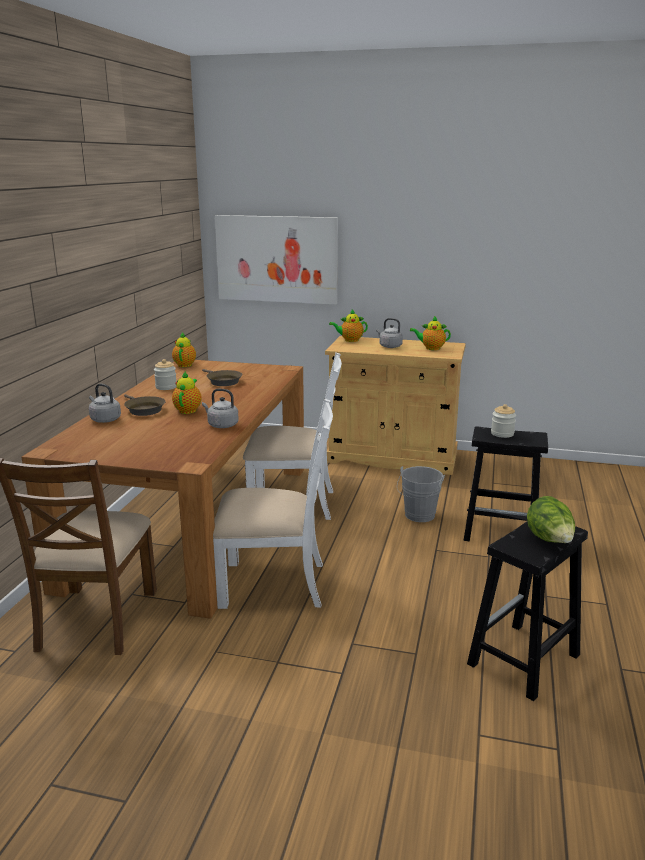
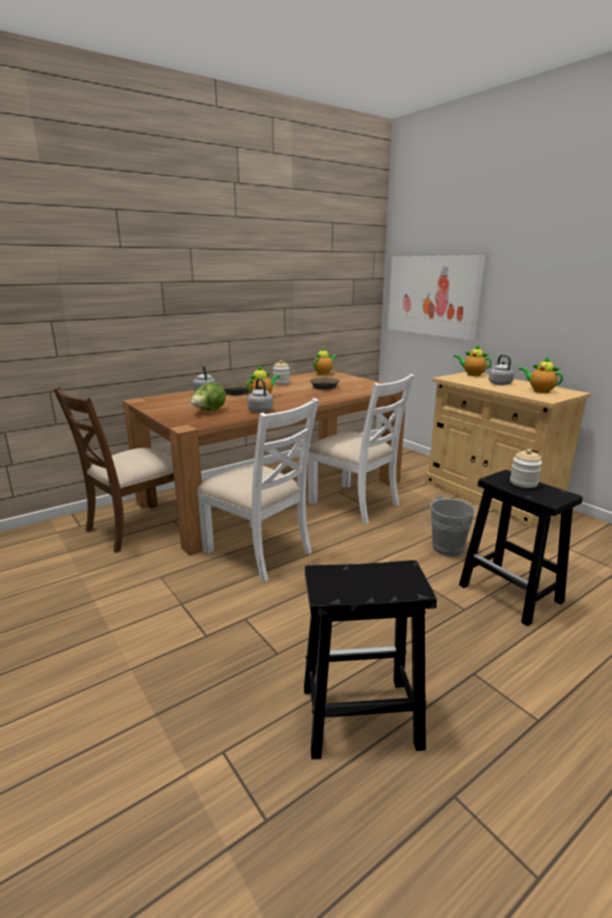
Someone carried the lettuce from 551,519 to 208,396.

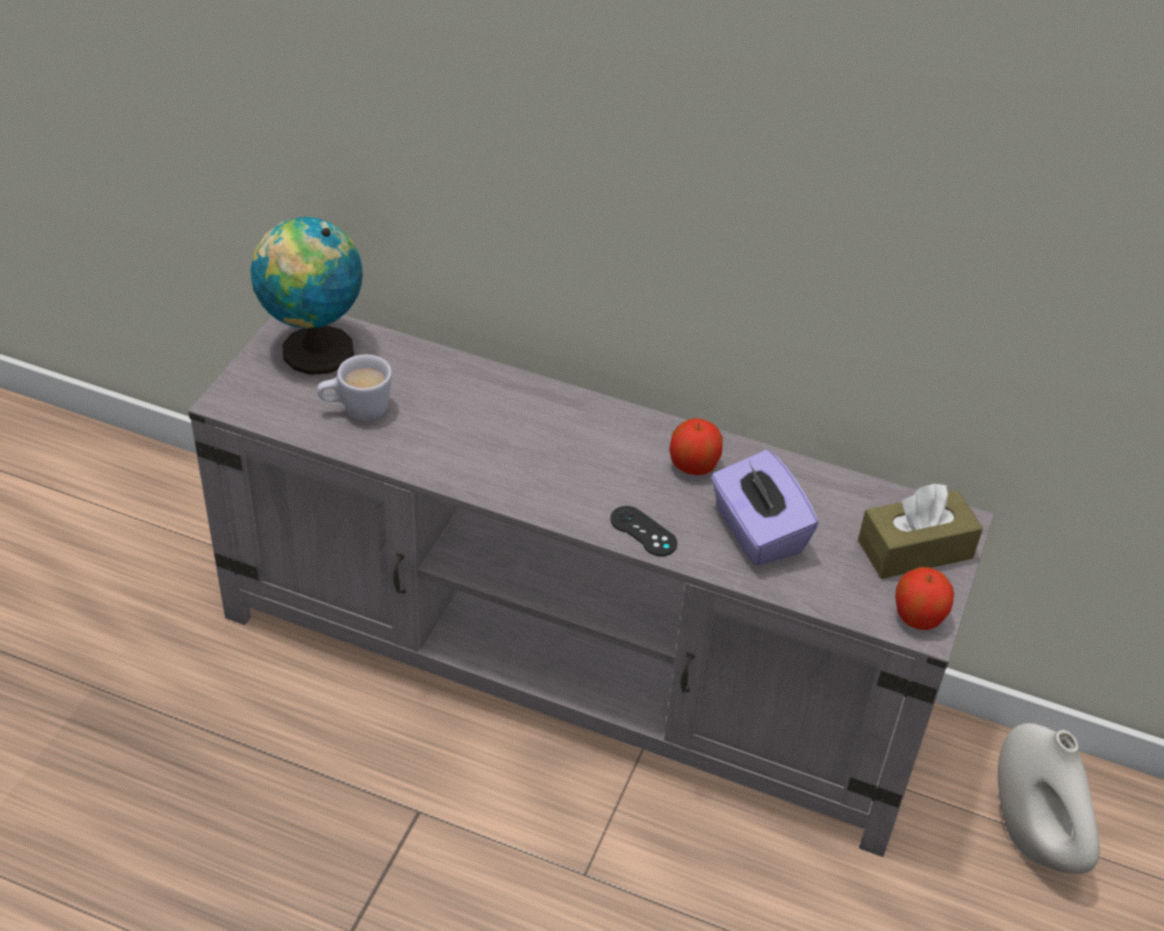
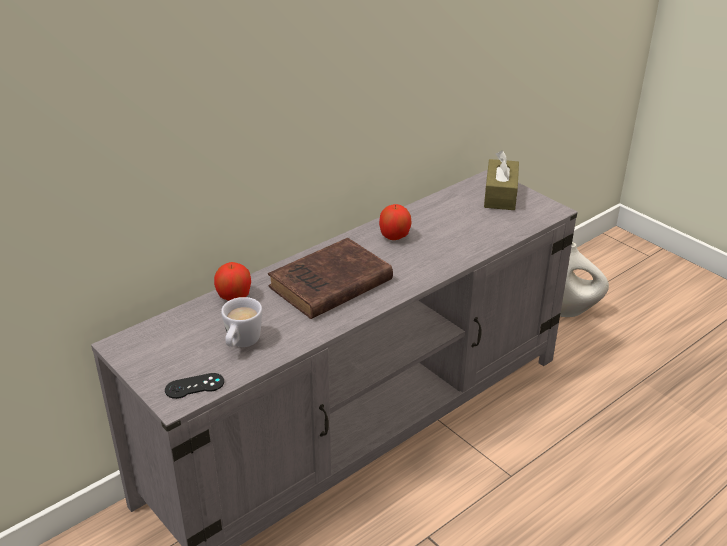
Someone took away the globe at 306,296. Someone carried the black game controller from 644,531 to 194,386. Someone took away the purple tissue box at 764,508. Someone carried the apple from 924,598 to 232,281. Someone put down the brown book at 330,278.

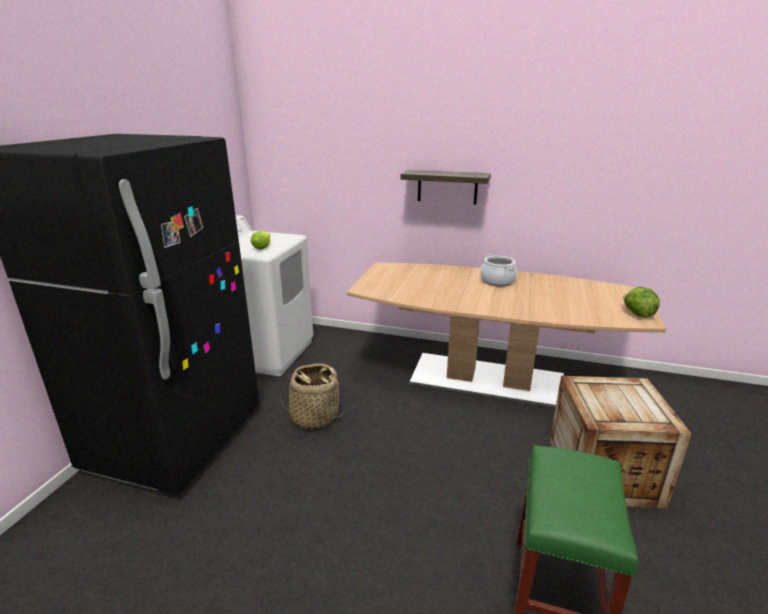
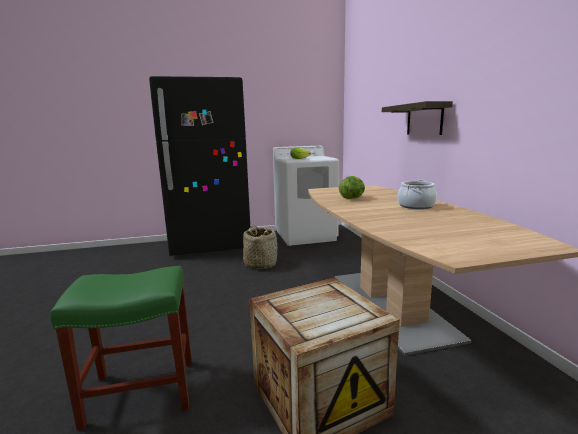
Someone carried the lettuce from 641,302 to 352,187.

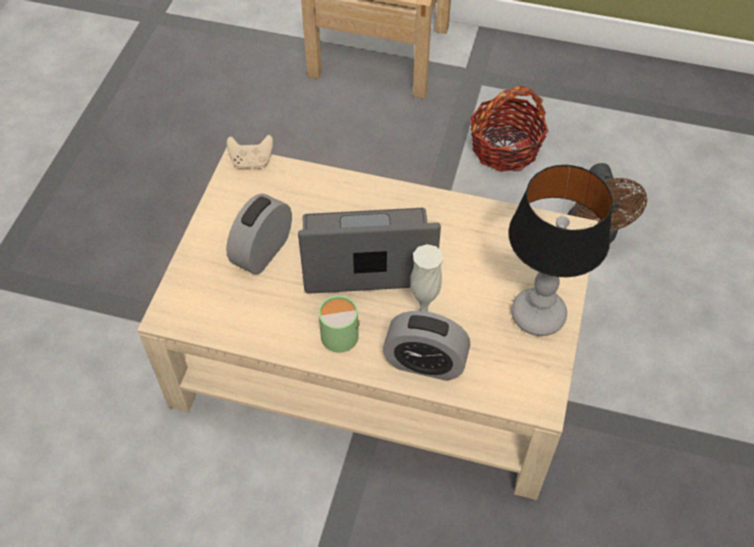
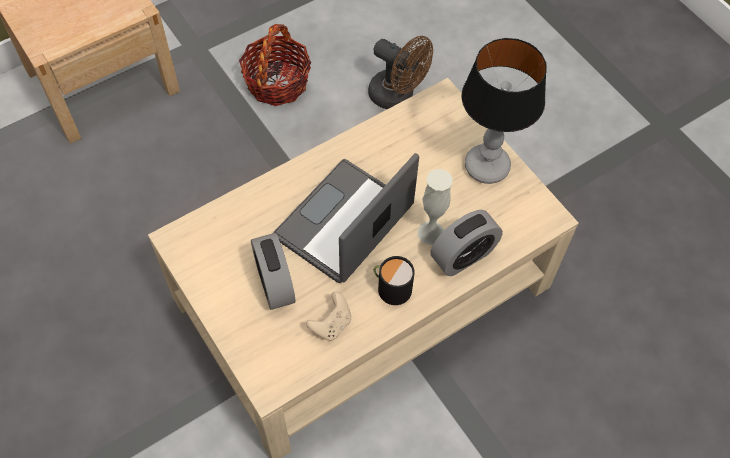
Someone carried the beige game controller from 249,151 to 328,316. Someone repainted the green mug at 339,324, which became the black mug at 394,280.

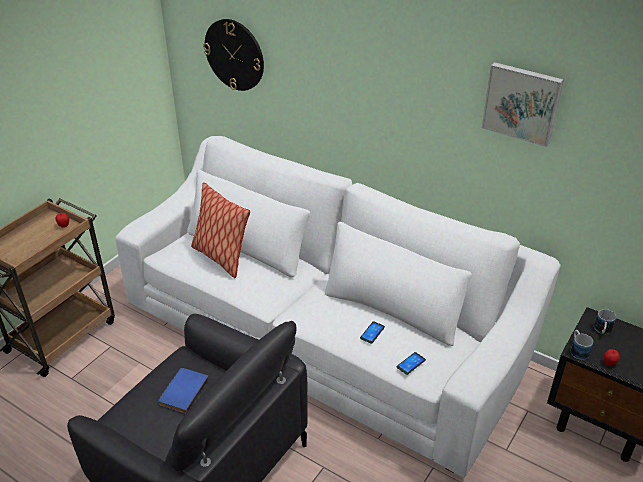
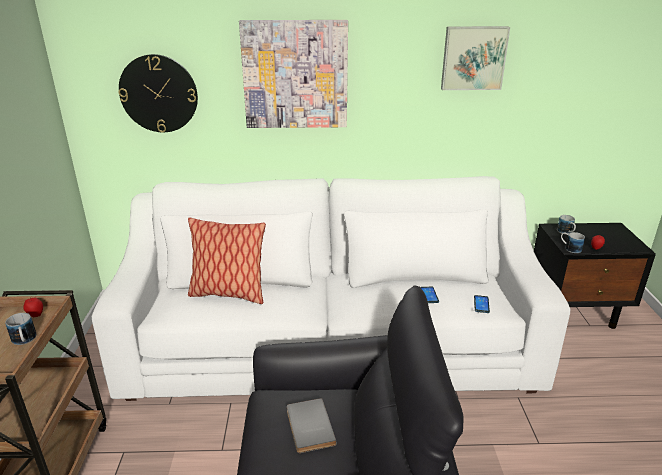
Someone repainted the blue book at 183,391, which became the grey book at 312,425. Someone put down the mug at 20,329. Someone put up the picture at 293,74.

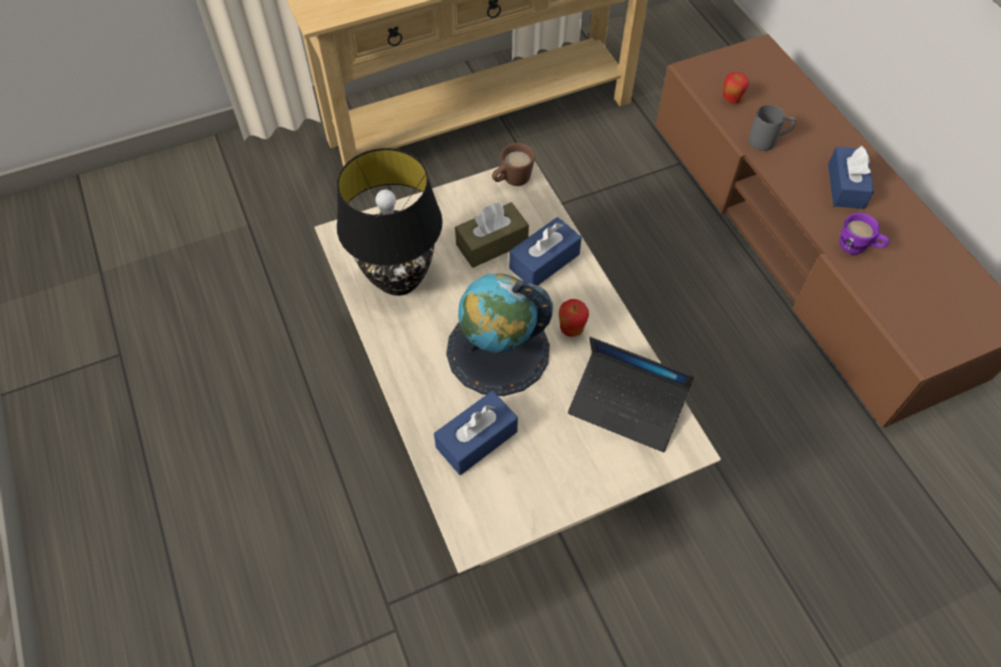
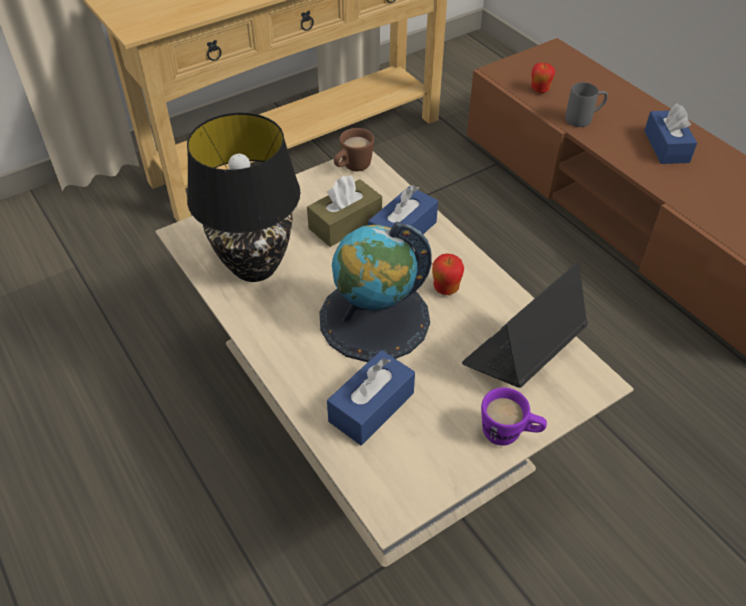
Someone rotated the laptop at 631,394 by 120 degrees clockwise. Someone carried the purple mug from 864,234 to 514,416.

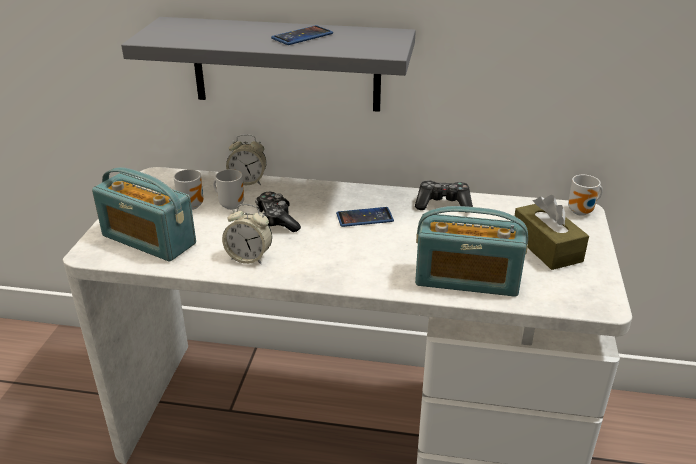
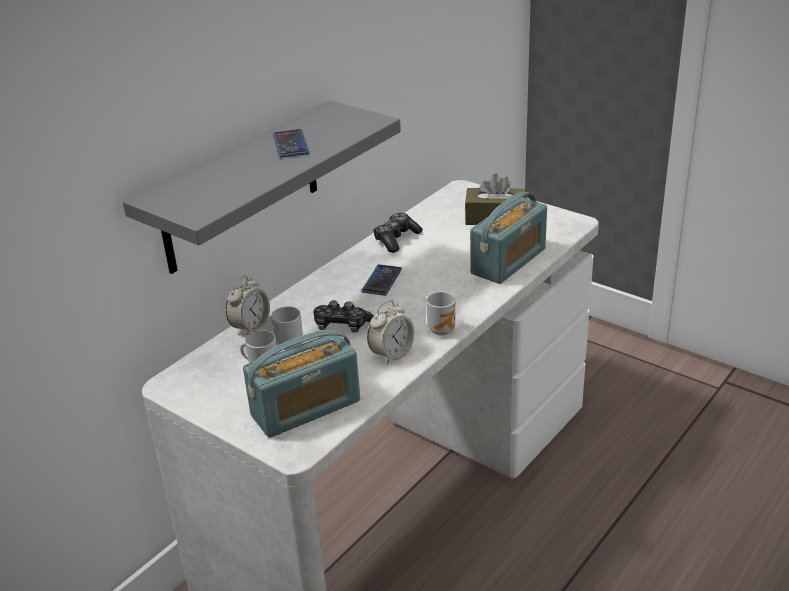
Someone carried the mug from 585,195 to 440,314.

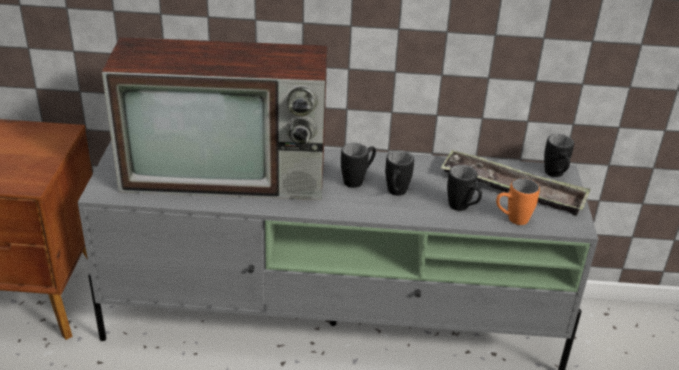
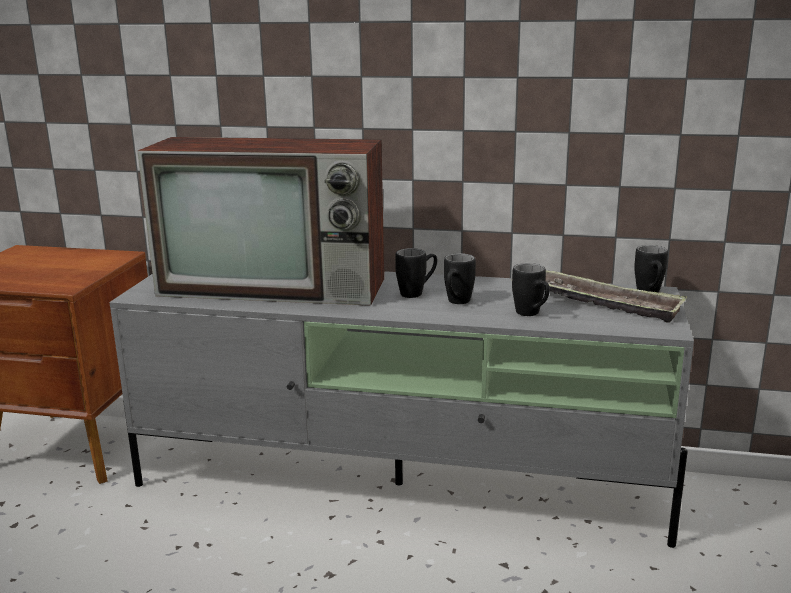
Someone took away the orange mug at 518,201.

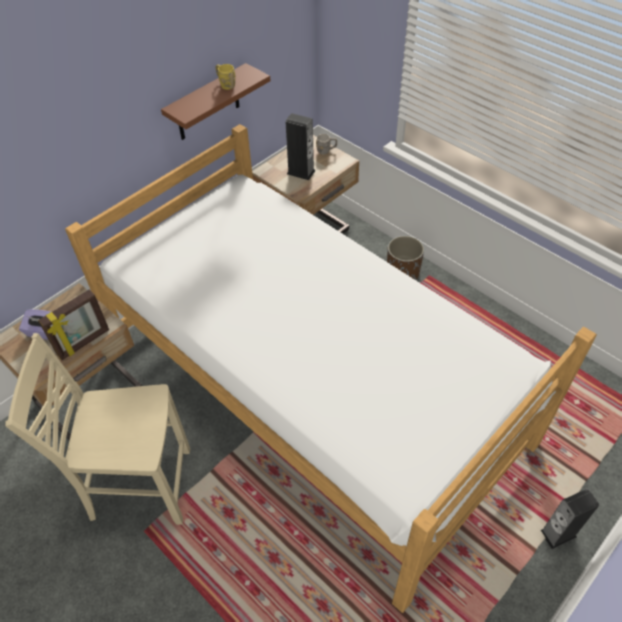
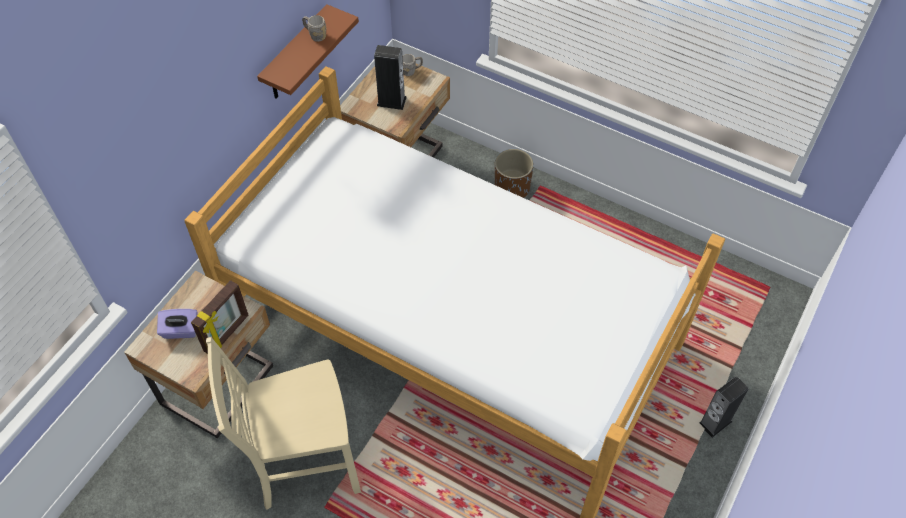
Someone repainted the yellow mug at 226,77, which became the grey mug at 314,28.

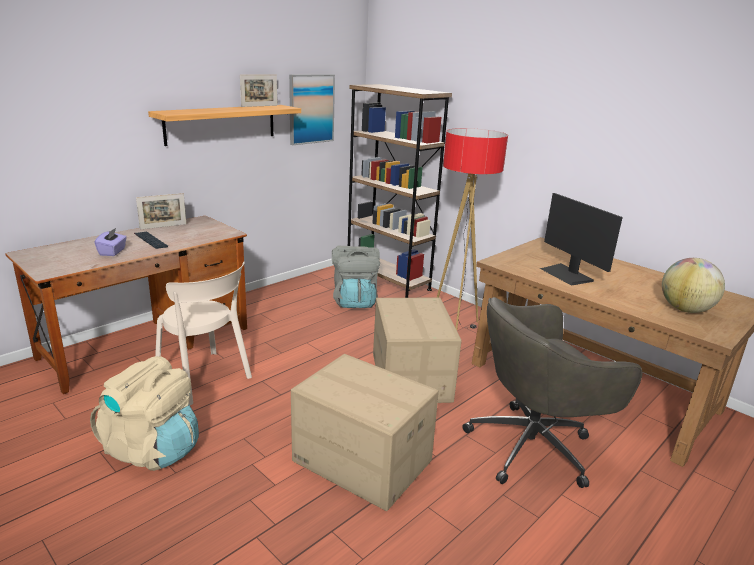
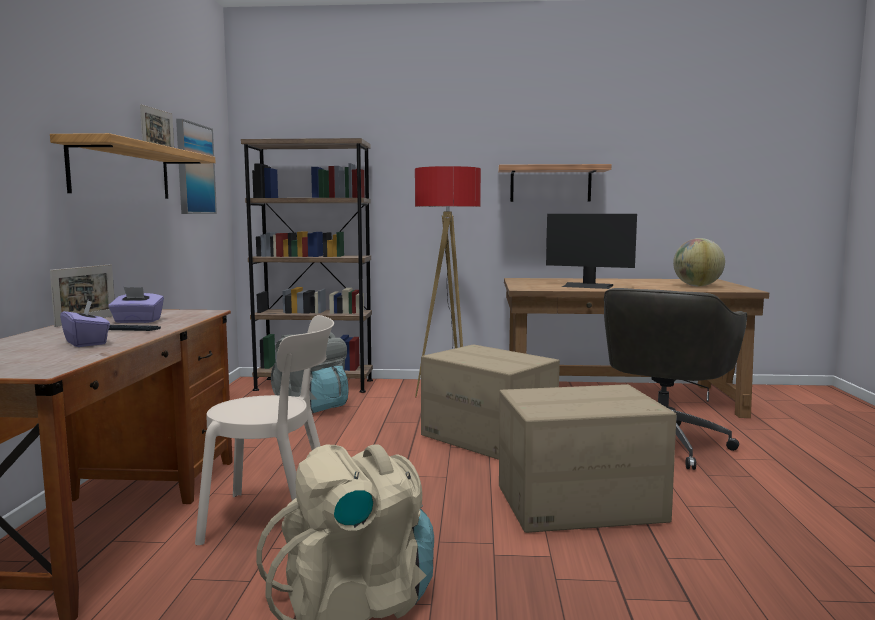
Someone put down the purple tissue box at 136,305. Someone put up the shelf at 555,183.

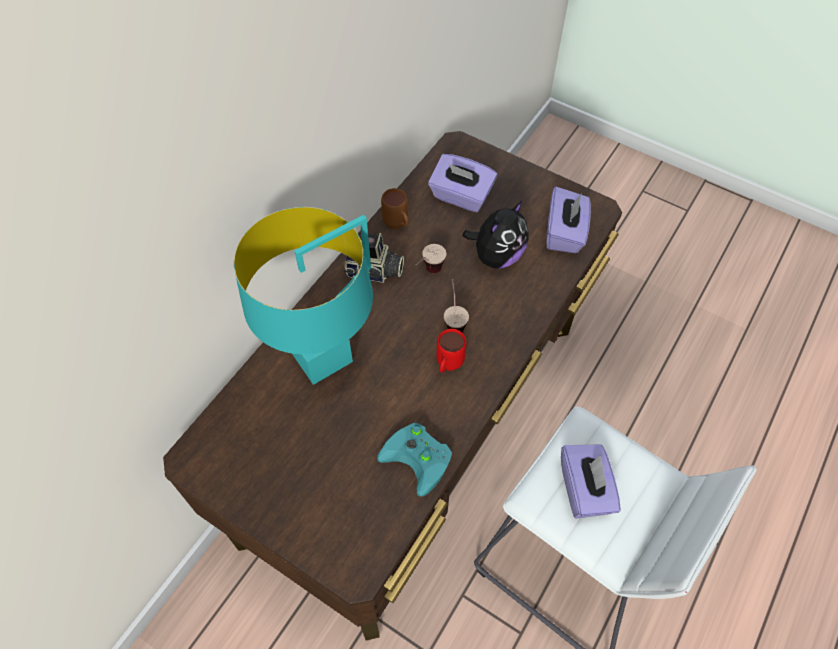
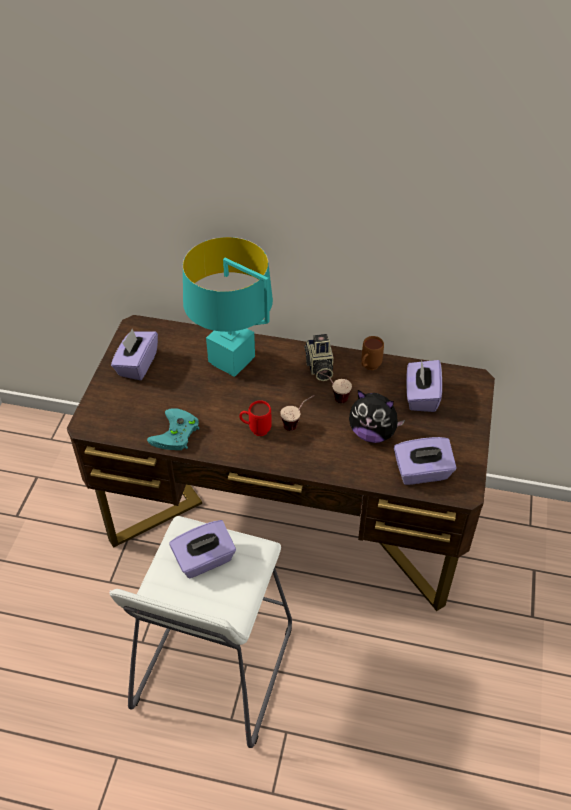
Someone put down the purple tissue box at 134,354.

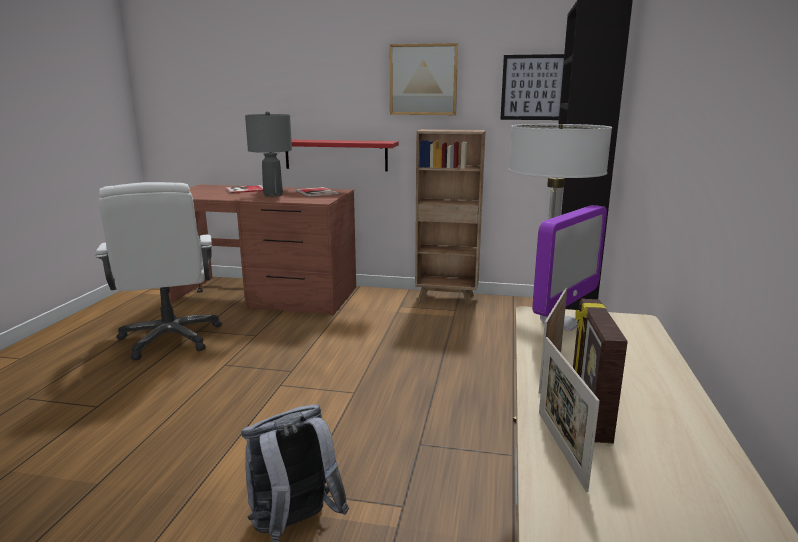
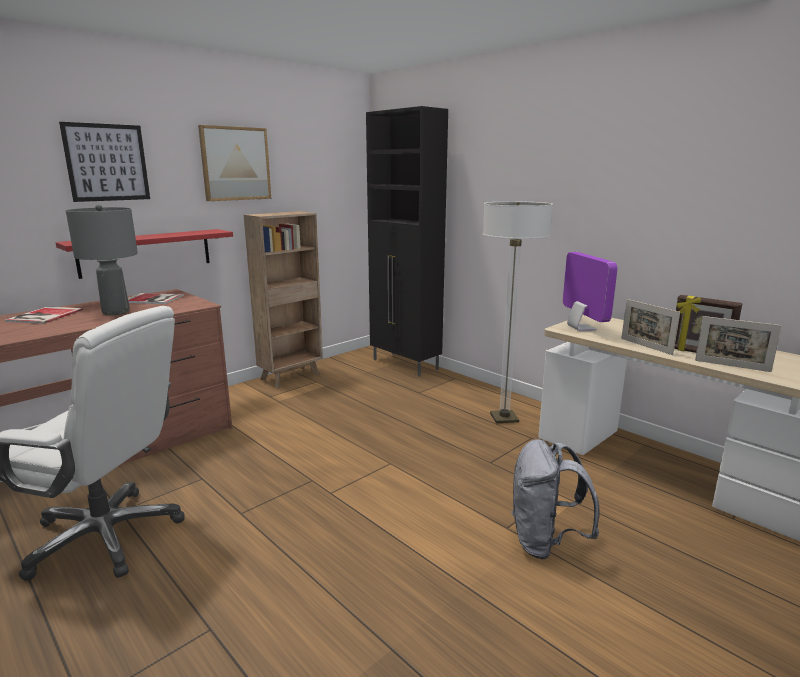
Someone carried the picture from 532,87 to 104,162.

